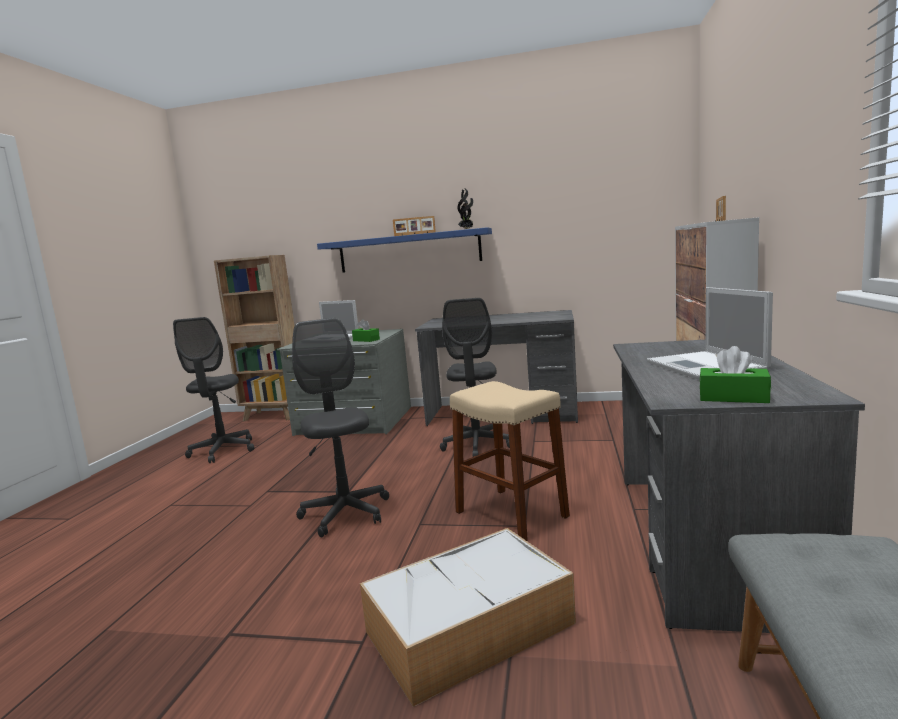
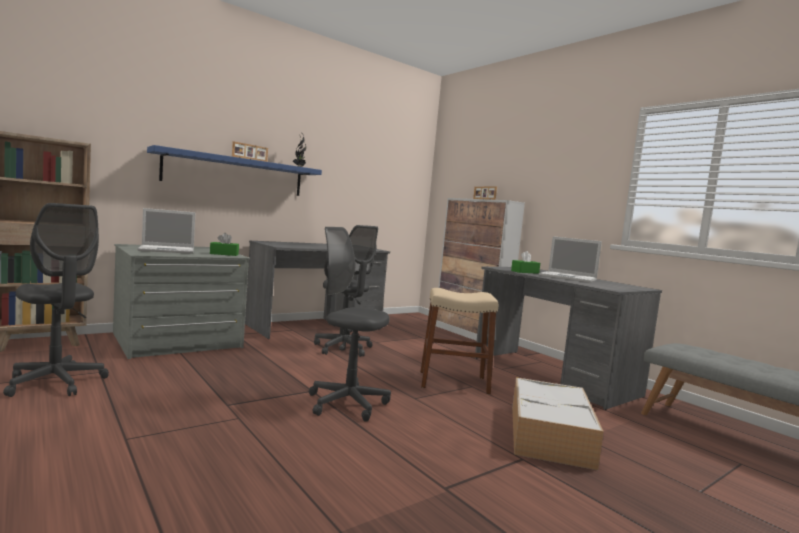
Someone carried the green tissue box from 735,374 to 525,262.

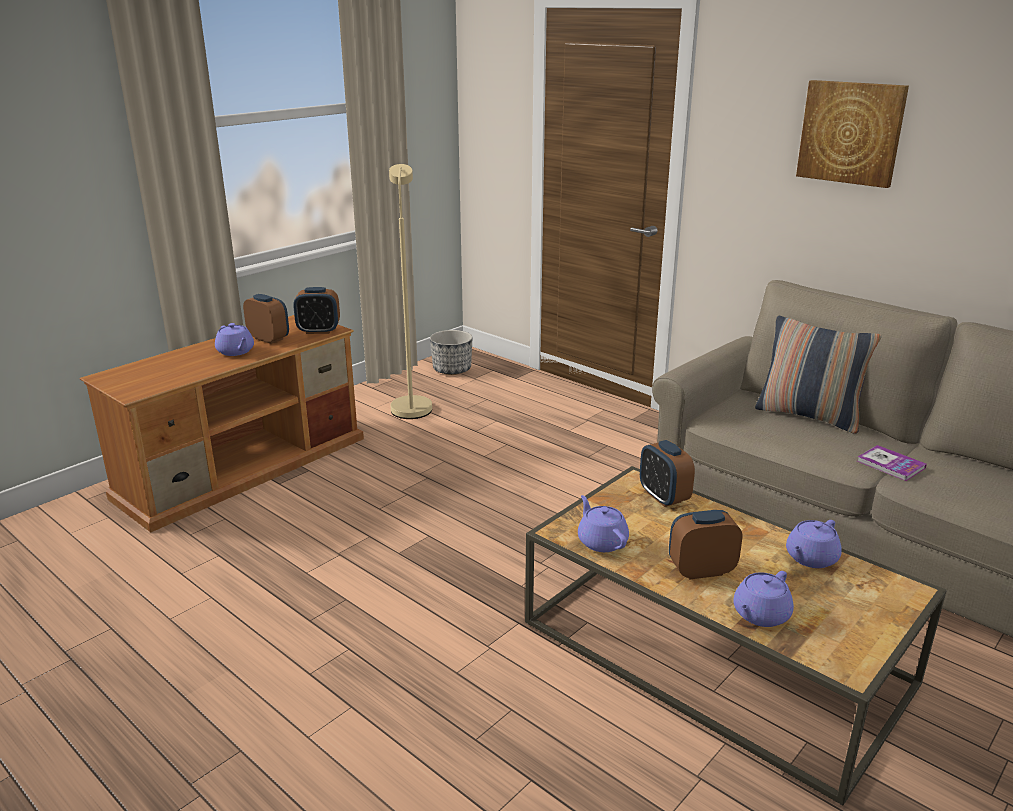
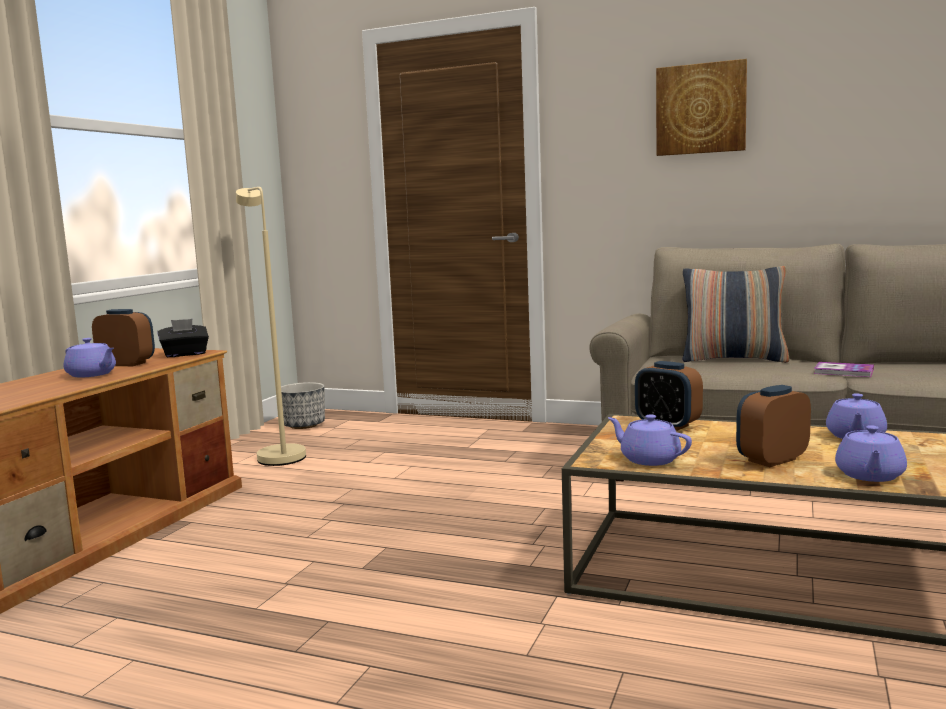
Someone swapped the alarm clock at 316,310 for the black tissue box at 183,338.

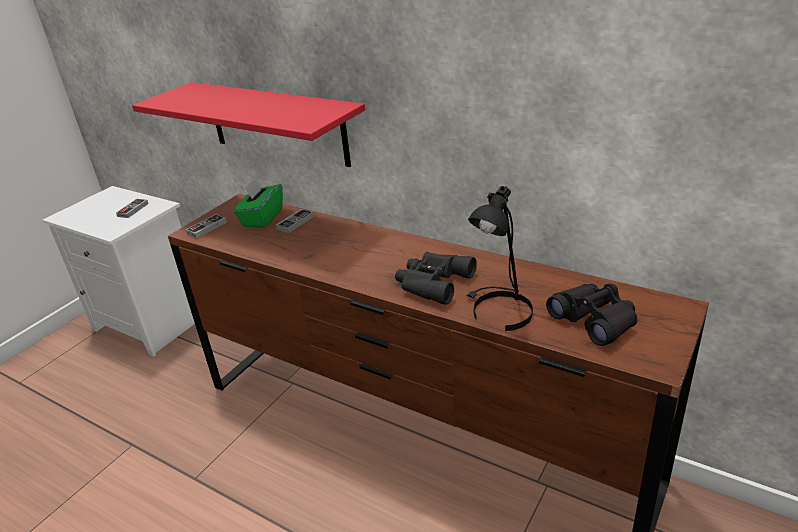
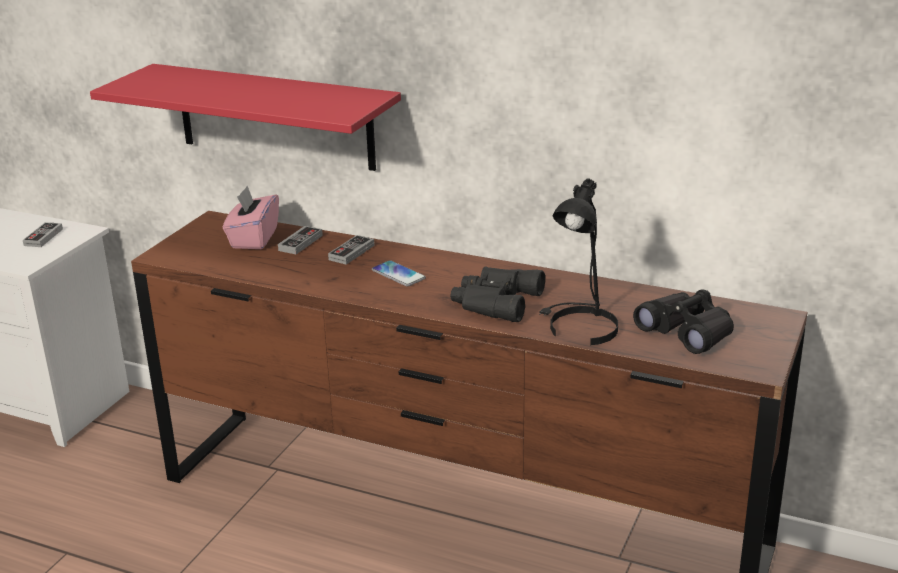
Someone carried the game controller from 206,226 to 351,250. Someone repainted the green tissue box at 258,203, which became the pink tissue box at 251,217. Someone put down the phone at 399,273.

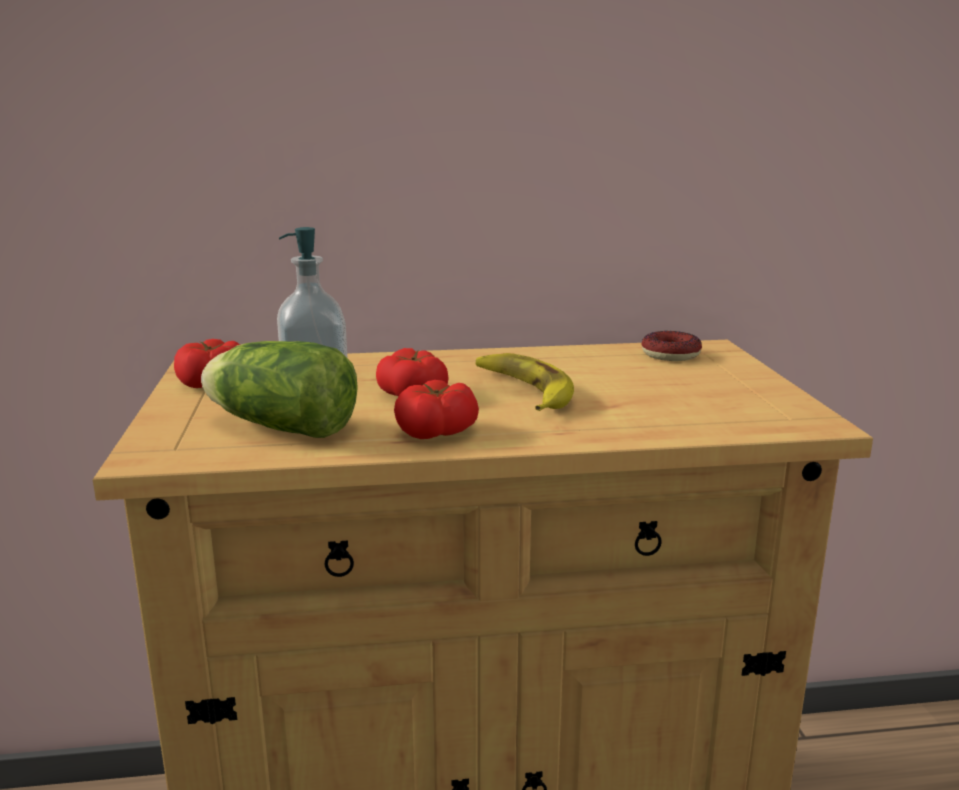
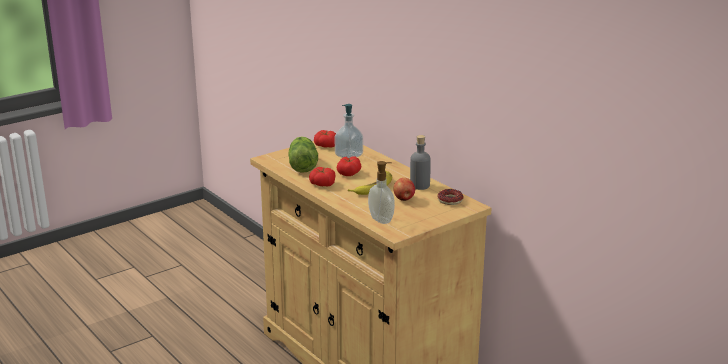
Someone put down the soap dispenser at 381,192. Someone put down the apple at 404,189. Someone put down the grey bottle at 420,162.

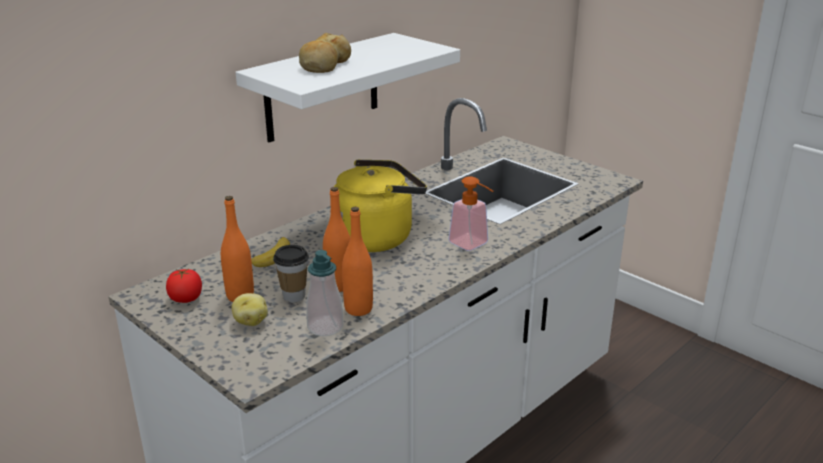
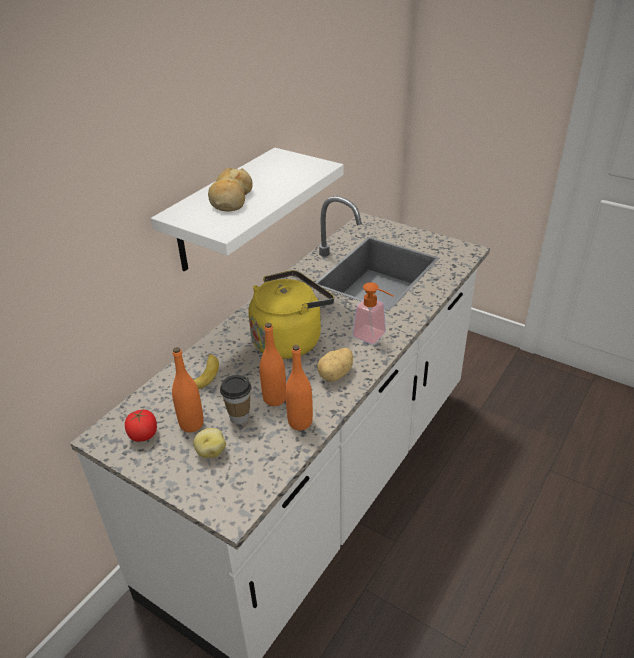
Someone took away the soap dispenser at 324,293. Someone put down the potato at 335,365.

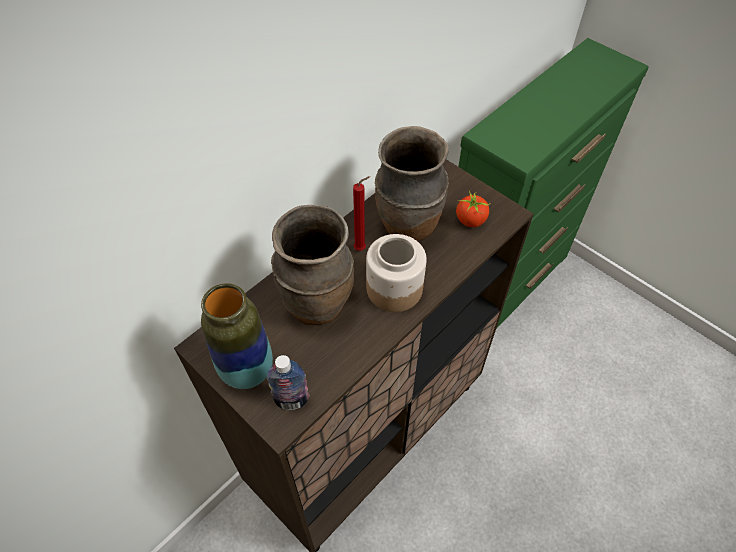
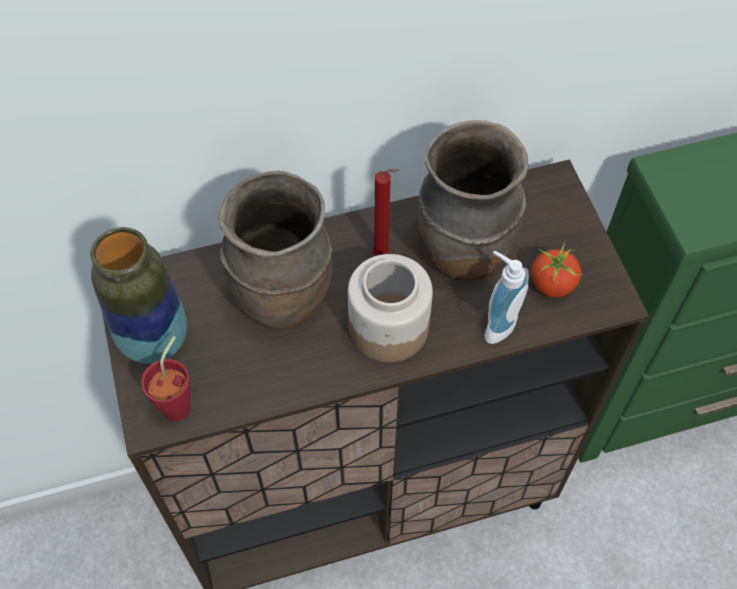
Someone swapped the bottle at 288,382 for the red cup at 166,378. Someone put down the soap dispenser at 506,297.

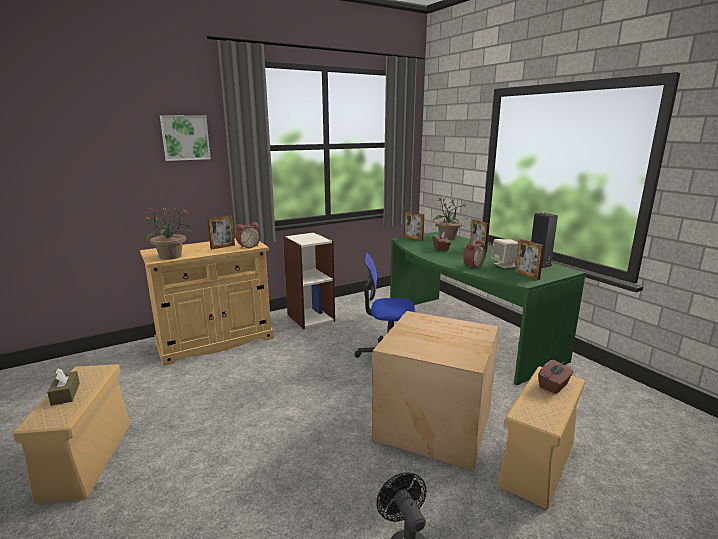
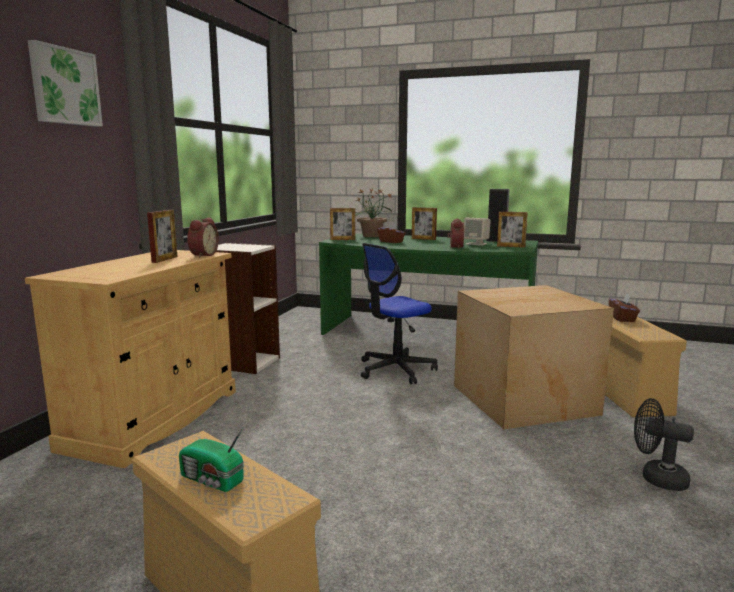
Someone swapped the brown tissue box at 63,387 for the radio at 212,457. Someone took away the potted plant at 169,233.

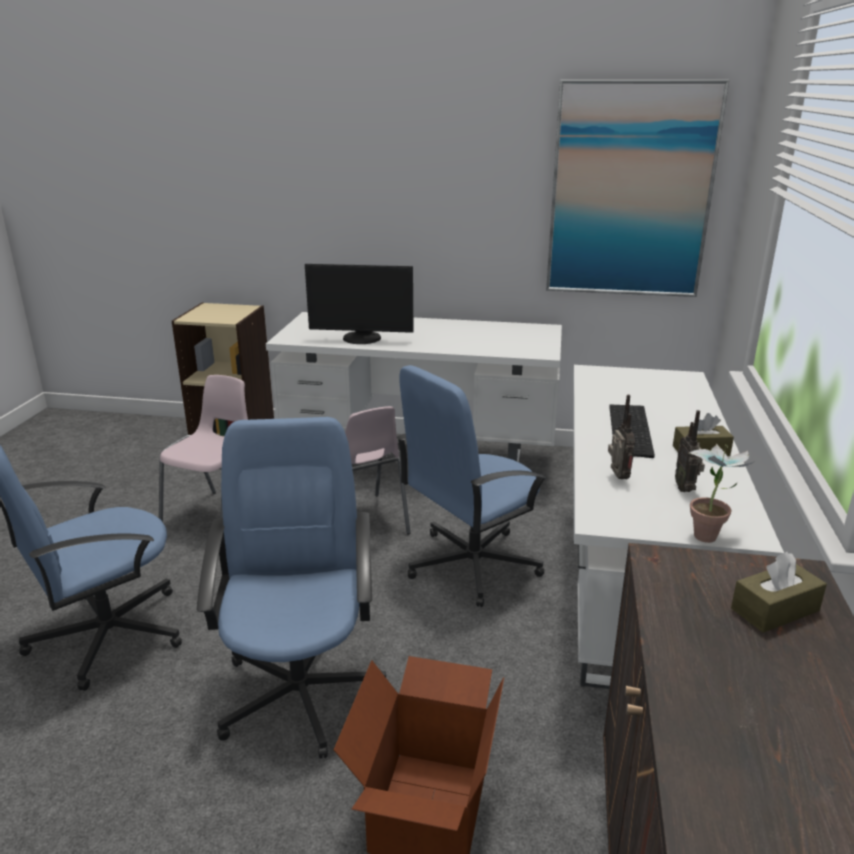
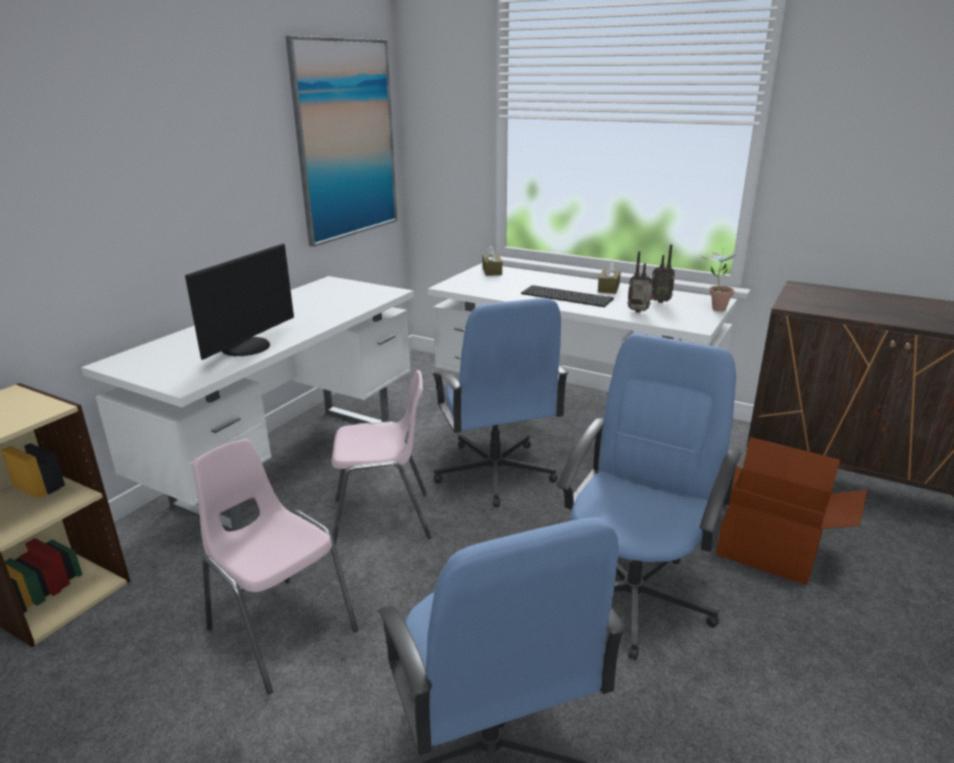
Someone rotated the blue office chair at 291,588 by 105 degrees clockwise. Someone carried the brown tissue box from 779,592 to 492,260.

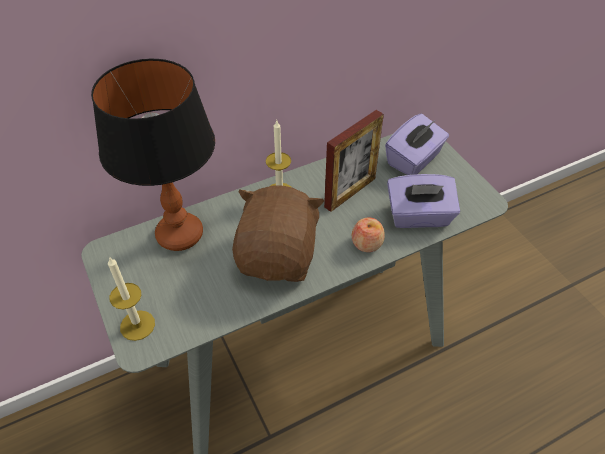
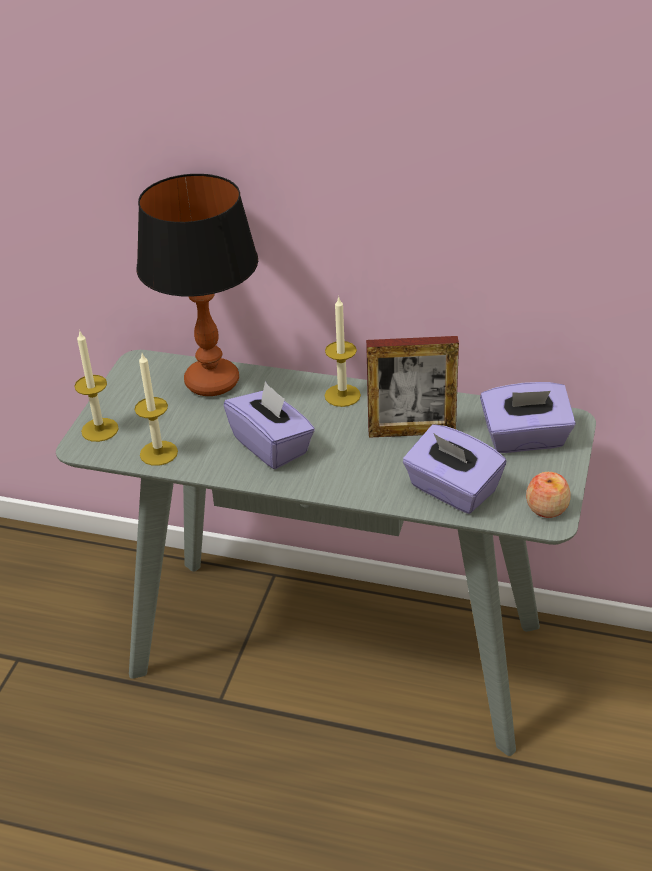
Someone swapped the brown plush toy at 278,234 for the purple tissue box at 269,425. Someone carried the apple from 368,234 to 548,495. Someone put down the candle at 156,409.

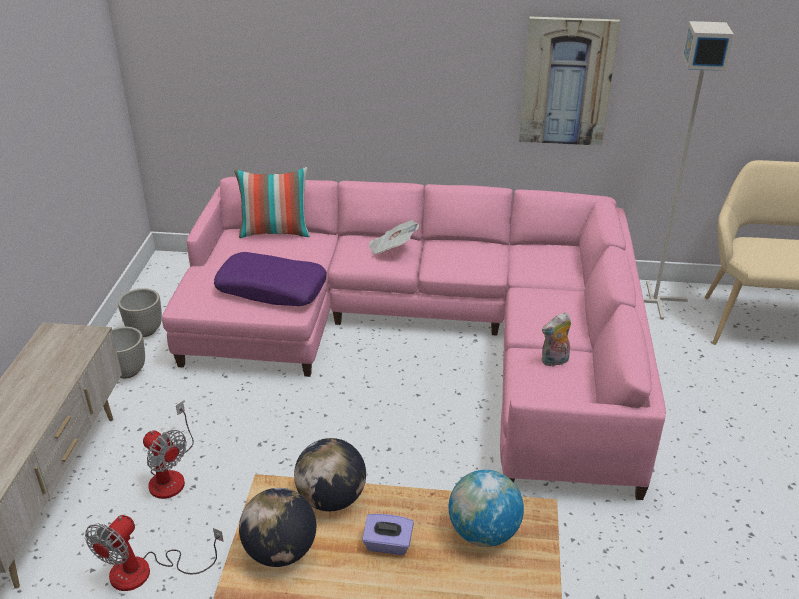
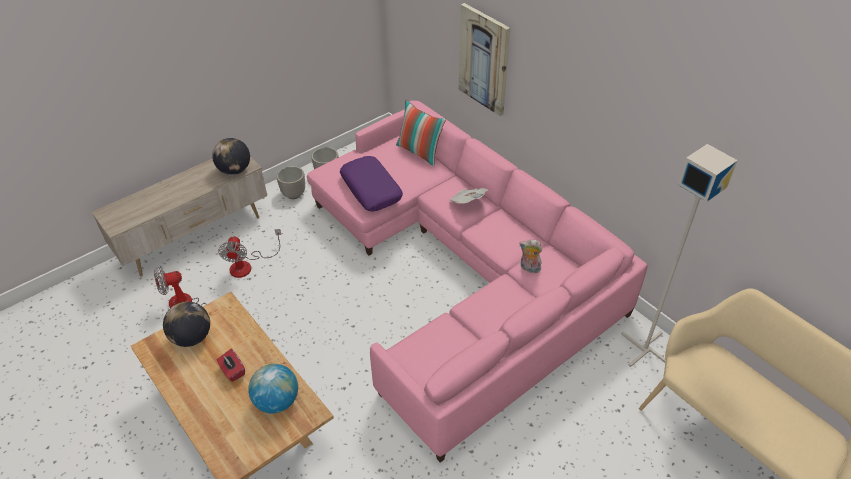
Someone carried the globe from 330,474 to 231,156. Someone repainted the purple tissue box at 388,534, which became the red tissue box at 231,365. Someone carried the picture from 569,81 to 484,59. Someone carried the plush toy from 556,339 to 530,256.

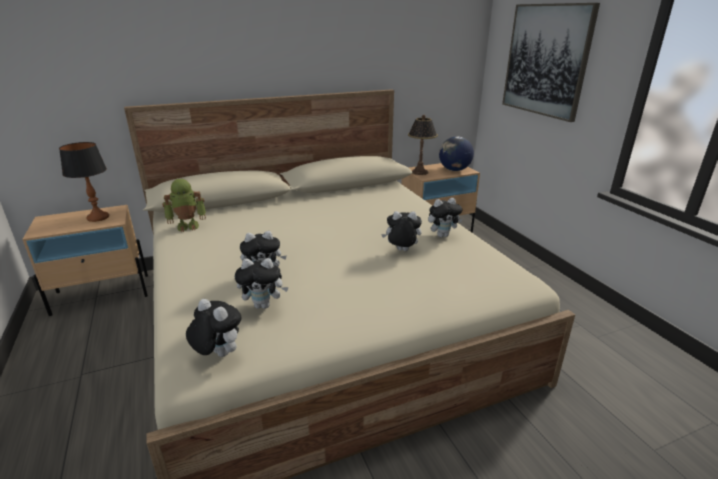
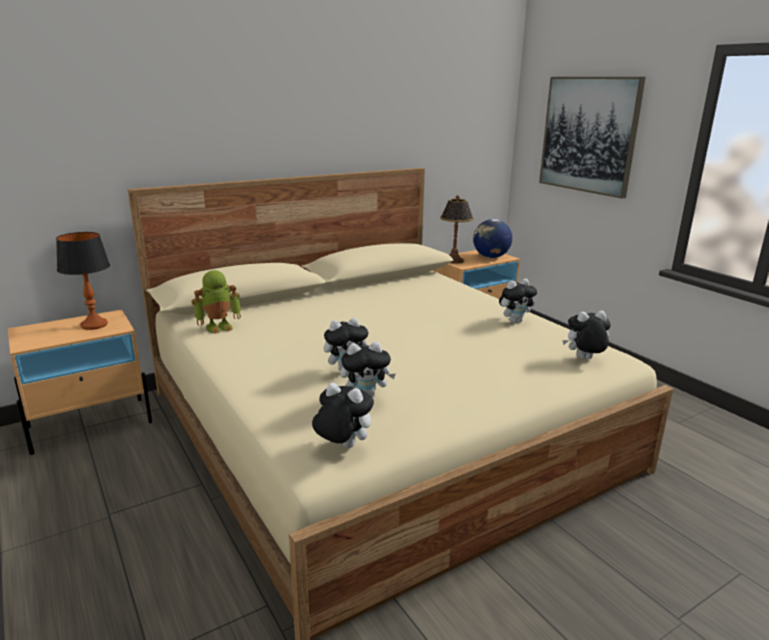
Someone carried the plush toy from 401,231 to 586,335.

